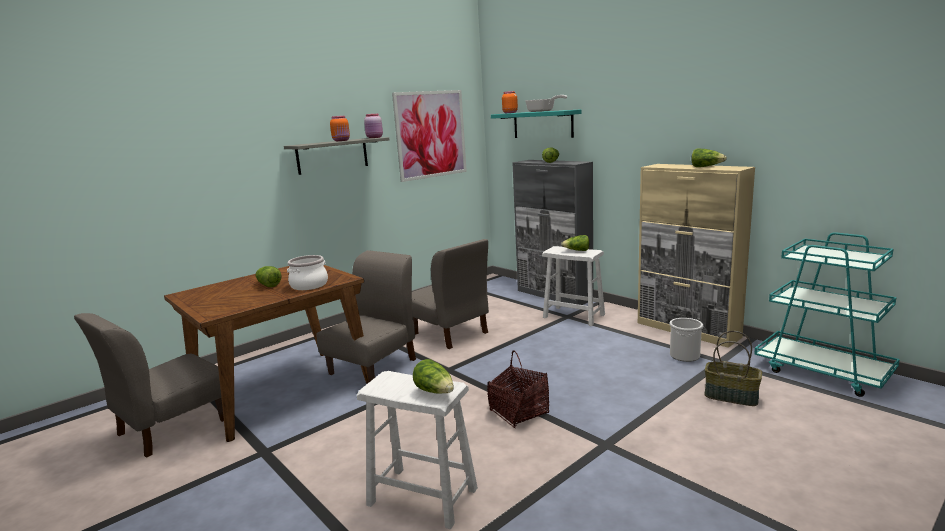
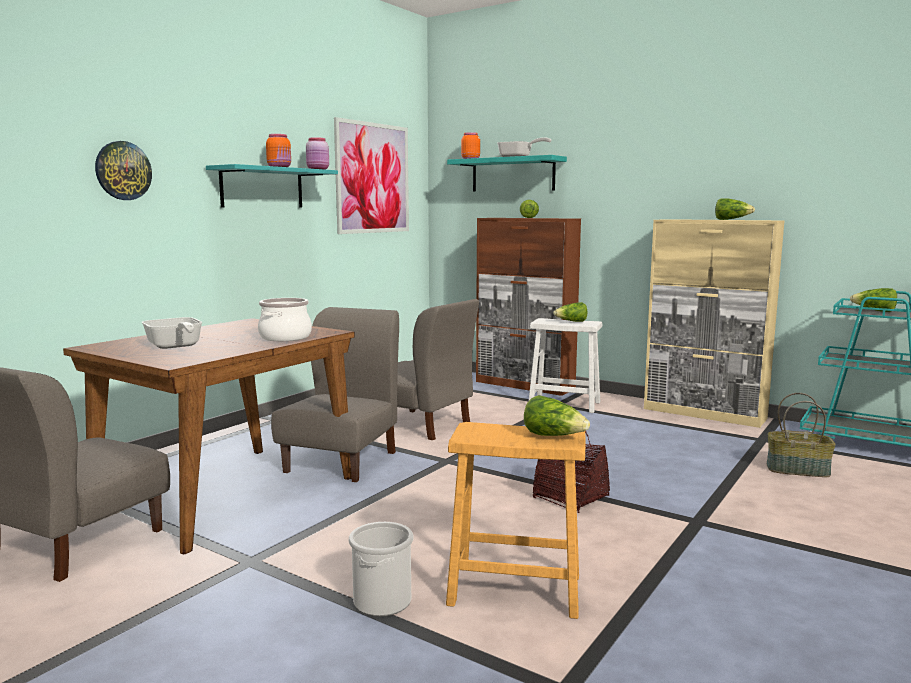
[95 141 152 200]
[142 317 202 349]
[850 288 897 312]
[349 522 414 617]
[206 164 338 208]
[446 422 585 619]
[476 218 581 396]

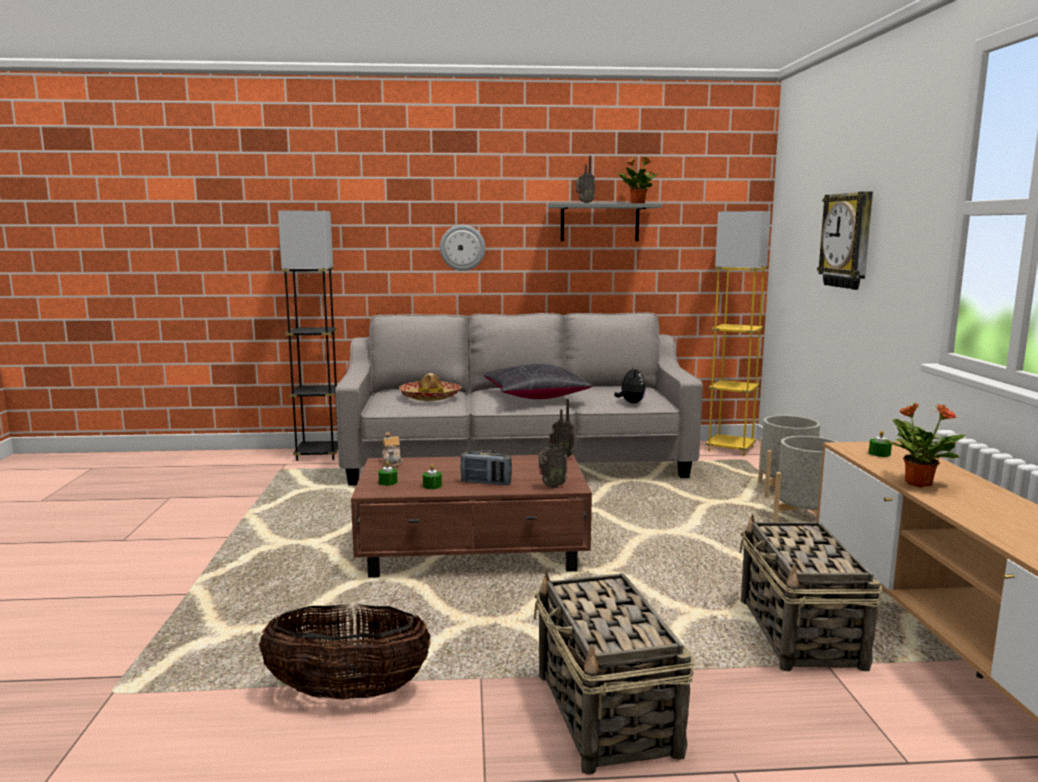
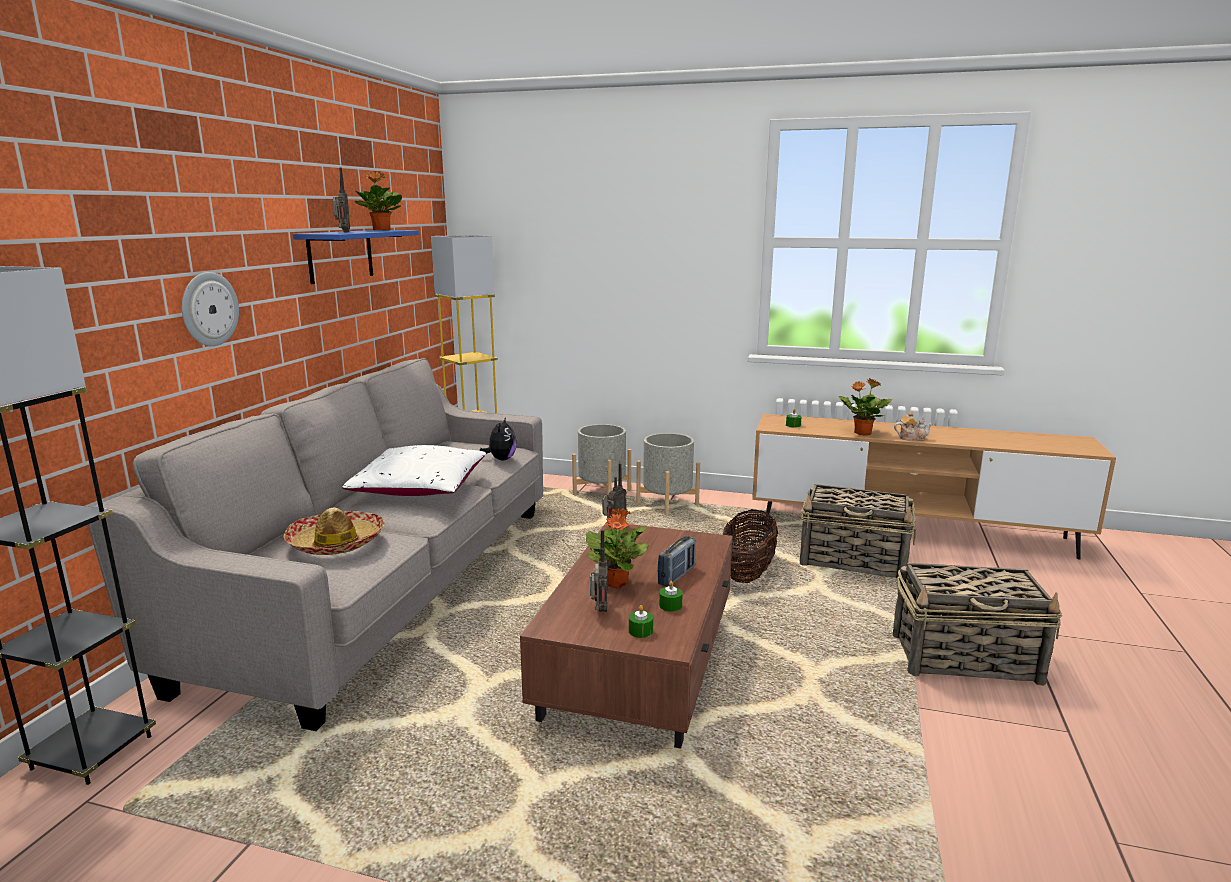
[817 191 873 290] (first image)
[586 508 649 588]
[723 509 778 583]
[894 412 932 441]
[590 530 608 612]
[342 445 486 496]
[293 230 419 284]
[480 417 517 460]

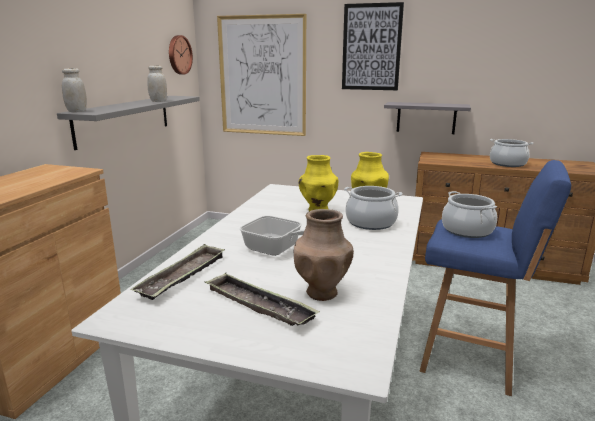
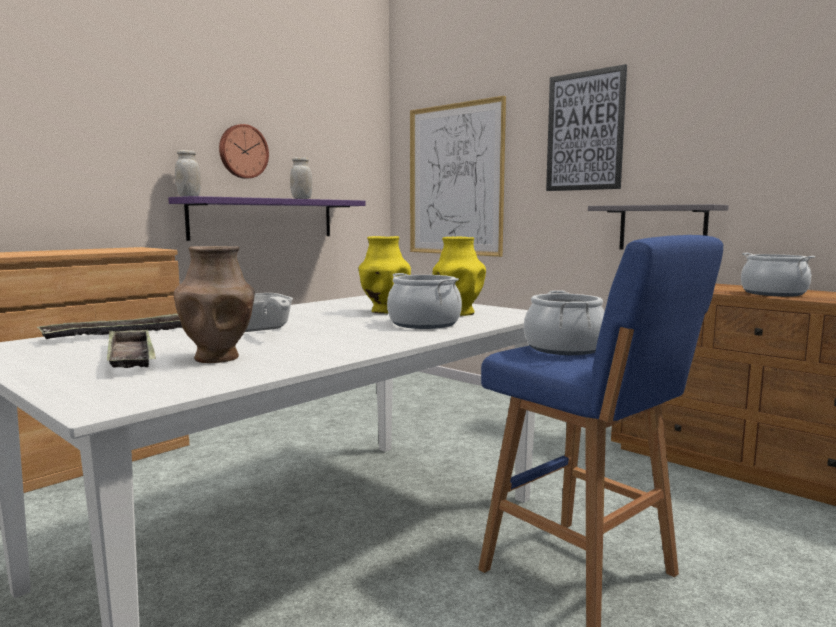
[219 124 269 179]
[168 196 366 241]

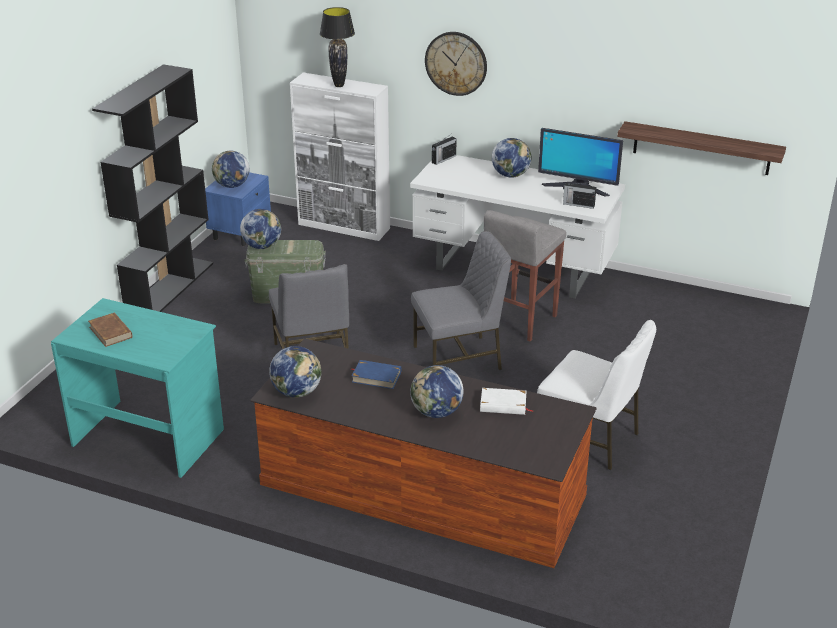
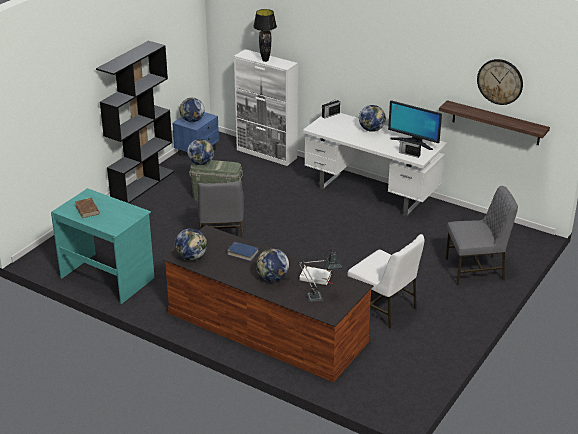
[484 210 566 341] (first image)
[298 251 342 302]
[445 186 518 285]
[477 59 523 105]

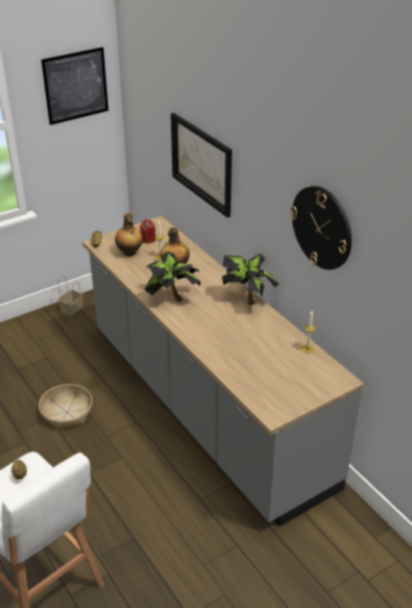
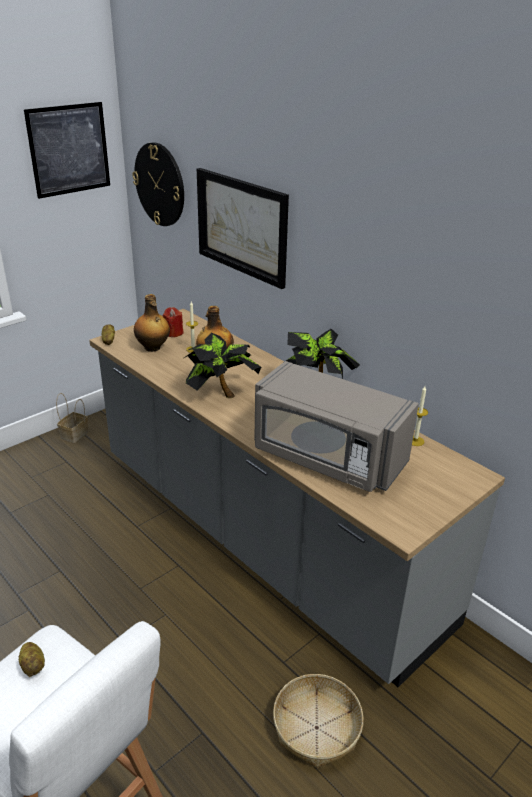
[254 361 419 492]
[273 674 364 769]
[132 142 184 226]

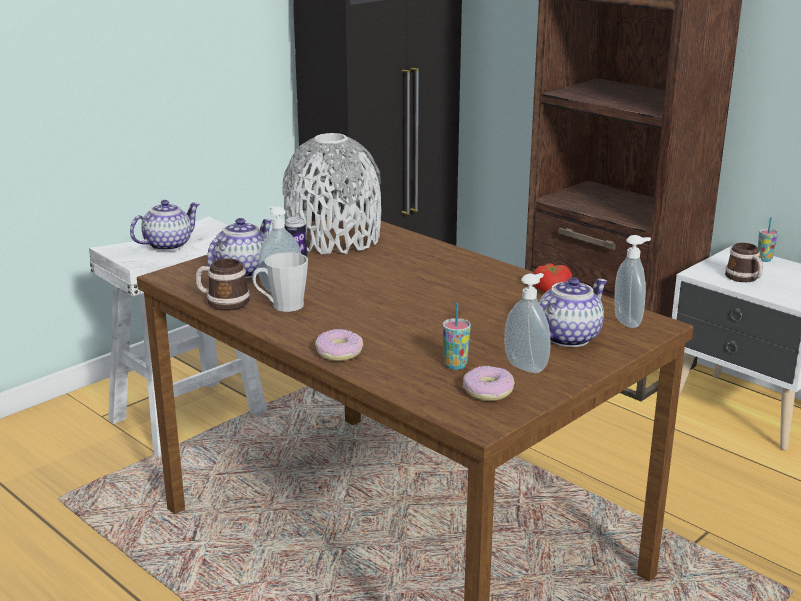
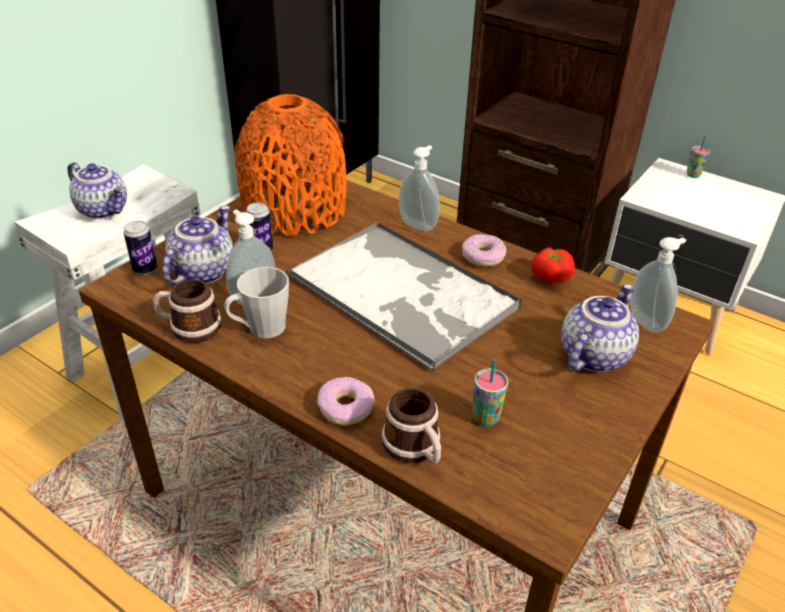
[124 221 157 275]
[288 221 522 372]
[462 234 506 267]
[399 145 440 231]
[382 388 441 463]
[235 94 347 236]
[67 162 127 219]

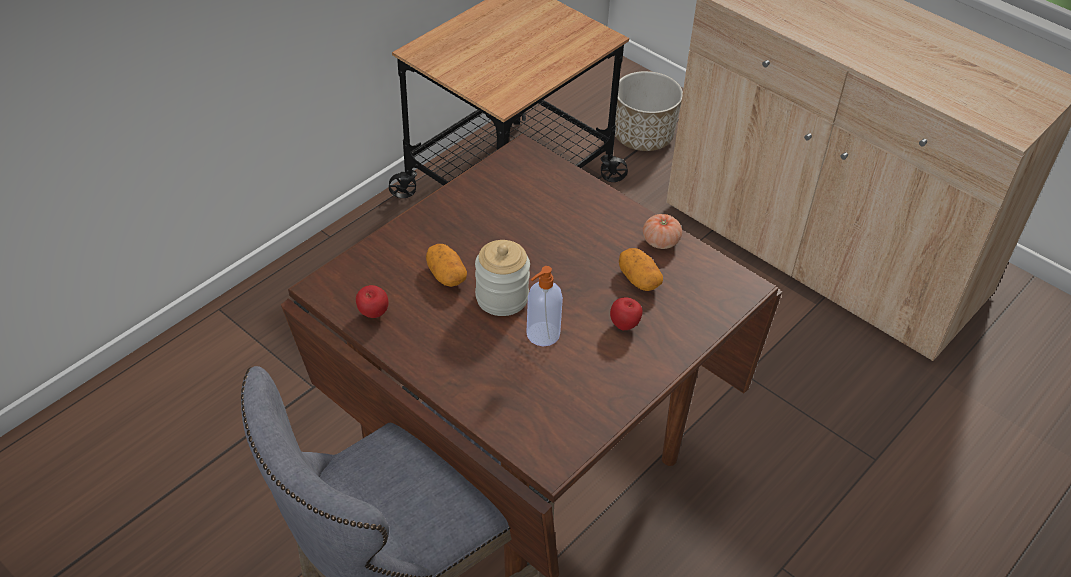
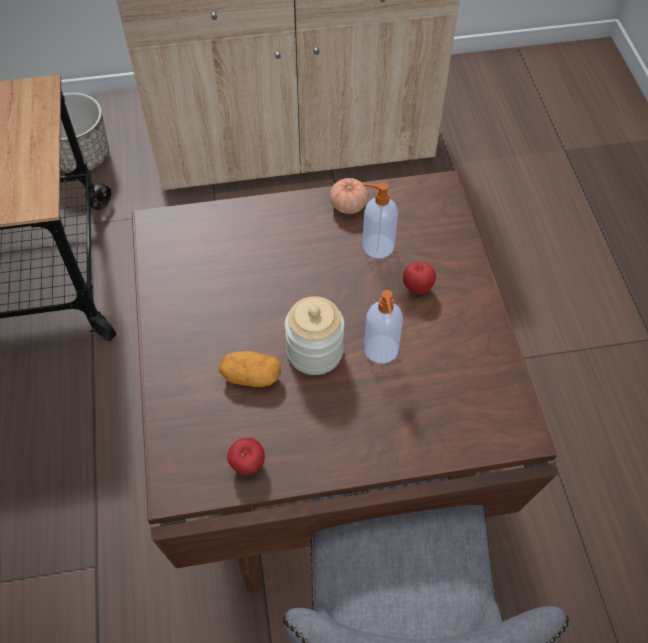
[363 183 398 258]

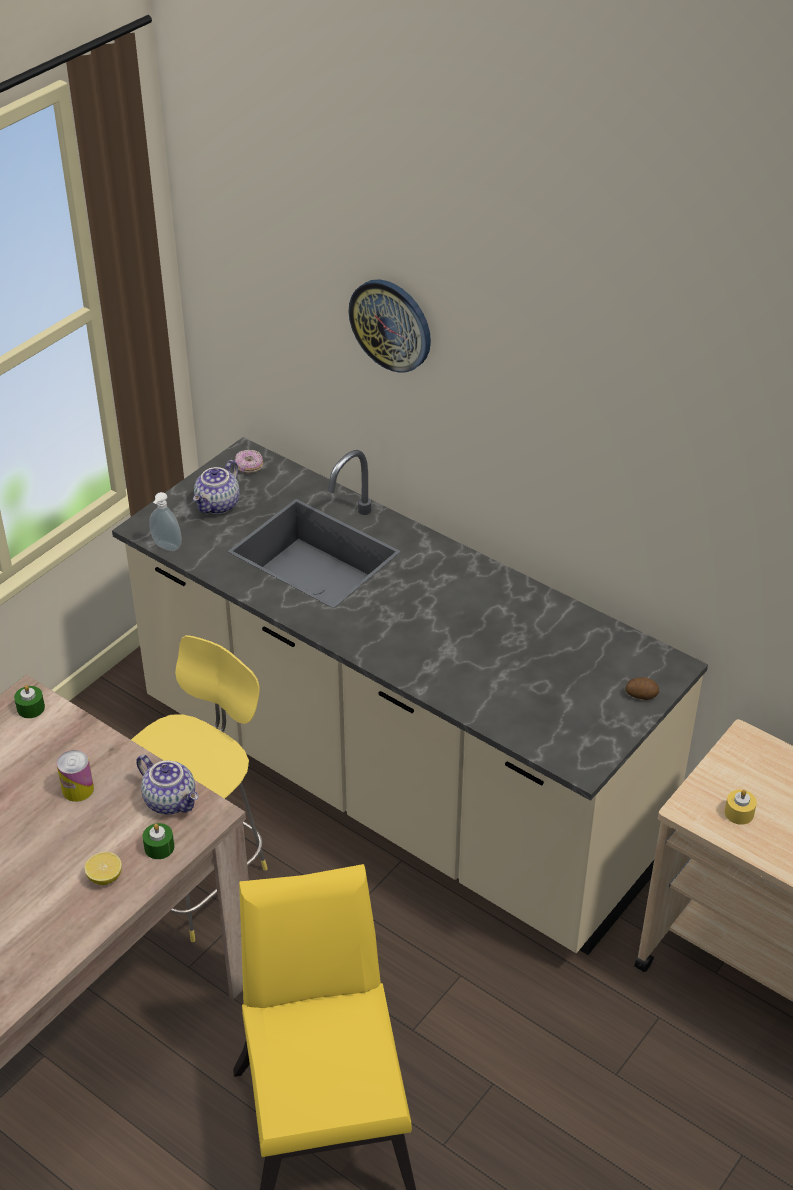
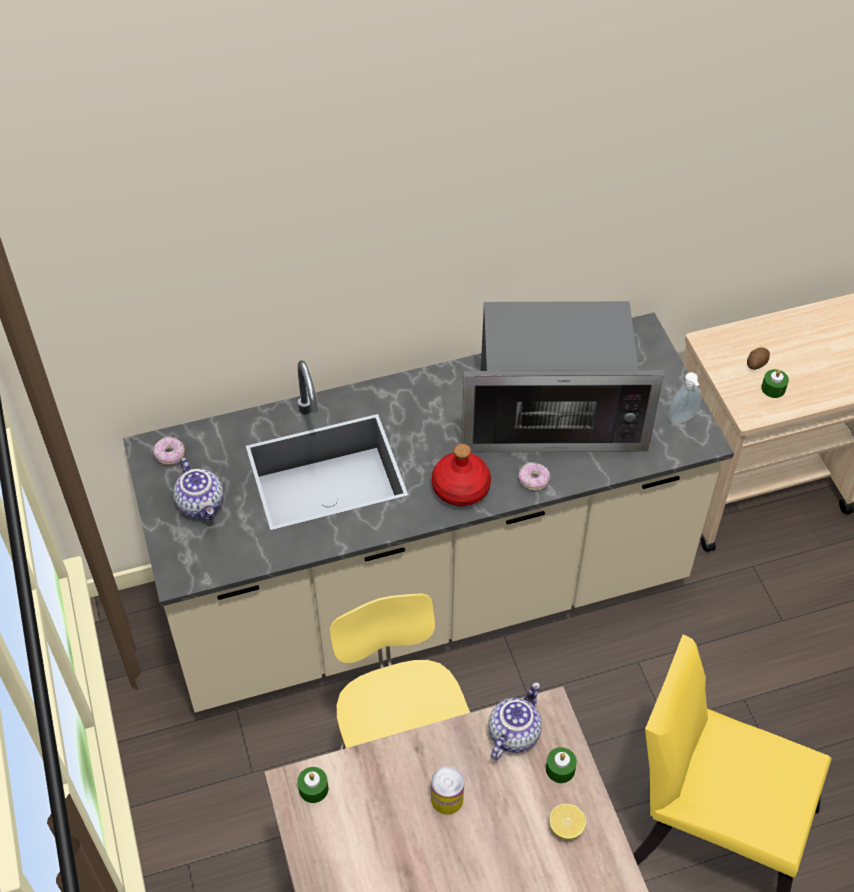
[349 279 431 373] (first image)
[432 444 491 506]
[461 301 664 452]
[519 462 550 491]
[668 372 702 424]
[747 348 770 370]
[761 369 789 398]
[488 682 542 760]

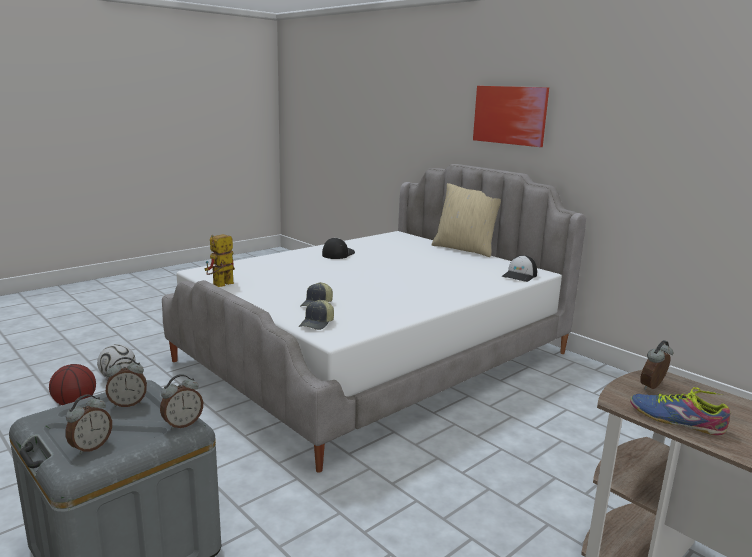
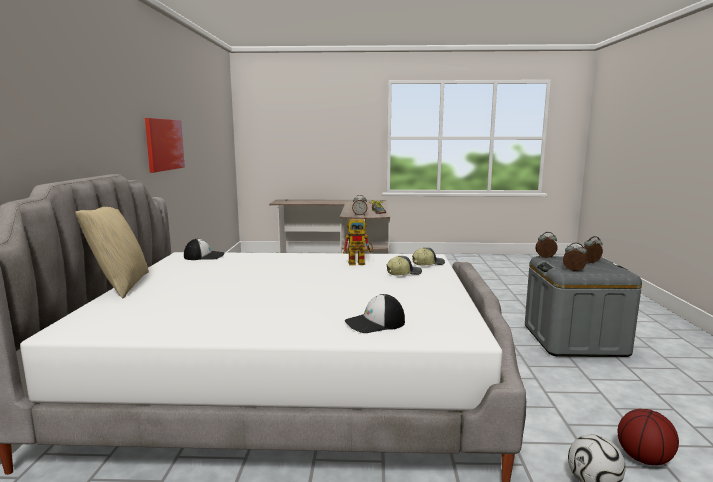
[343 217 373 265]
[345 294 405 333]
[145 118 185 173]

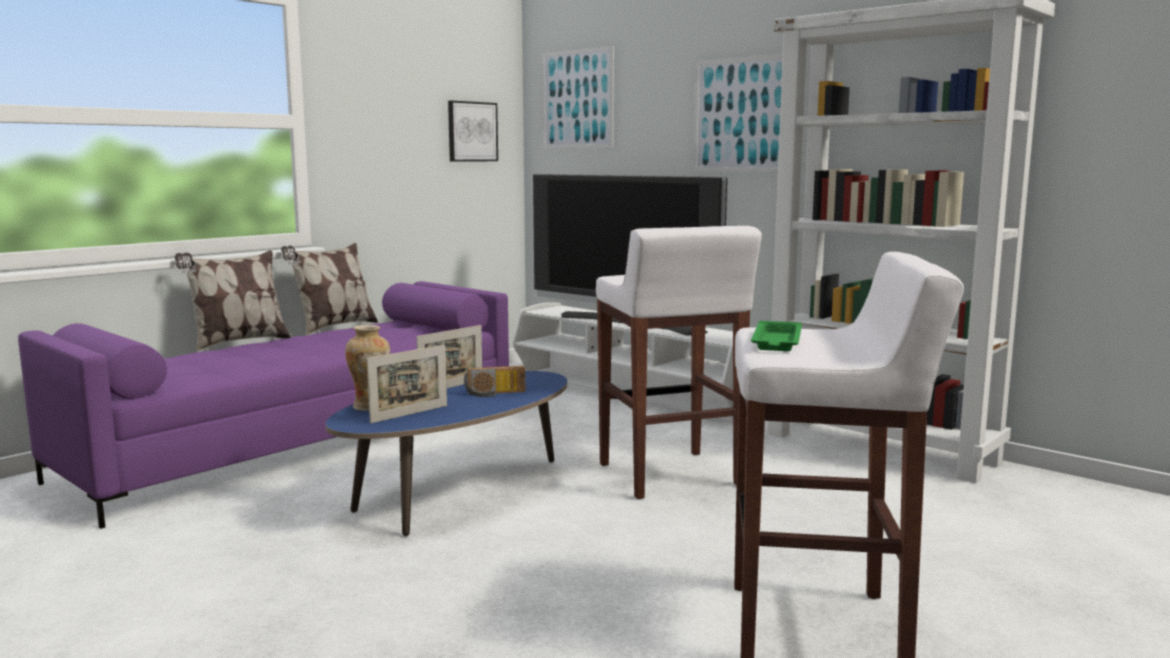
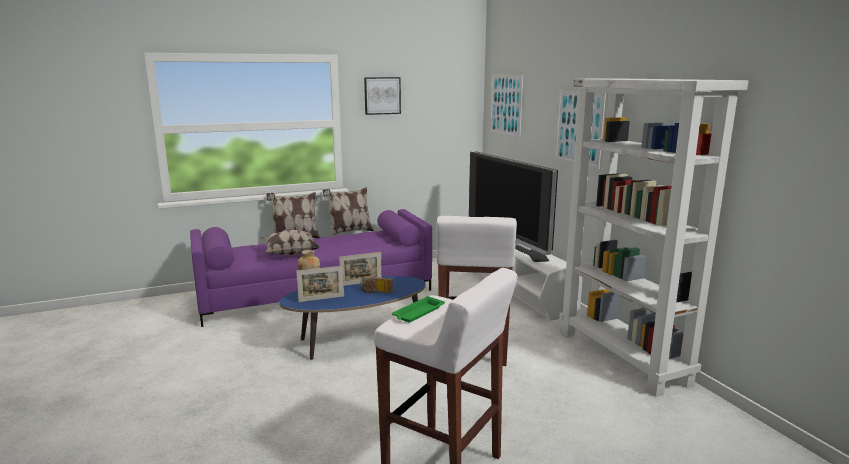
[261 229 320 256]
[364 77 401 115]

